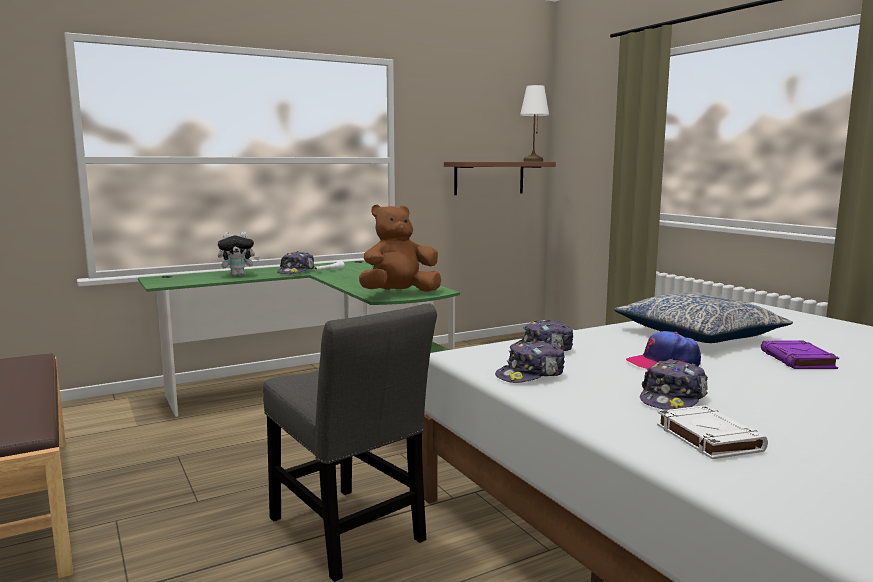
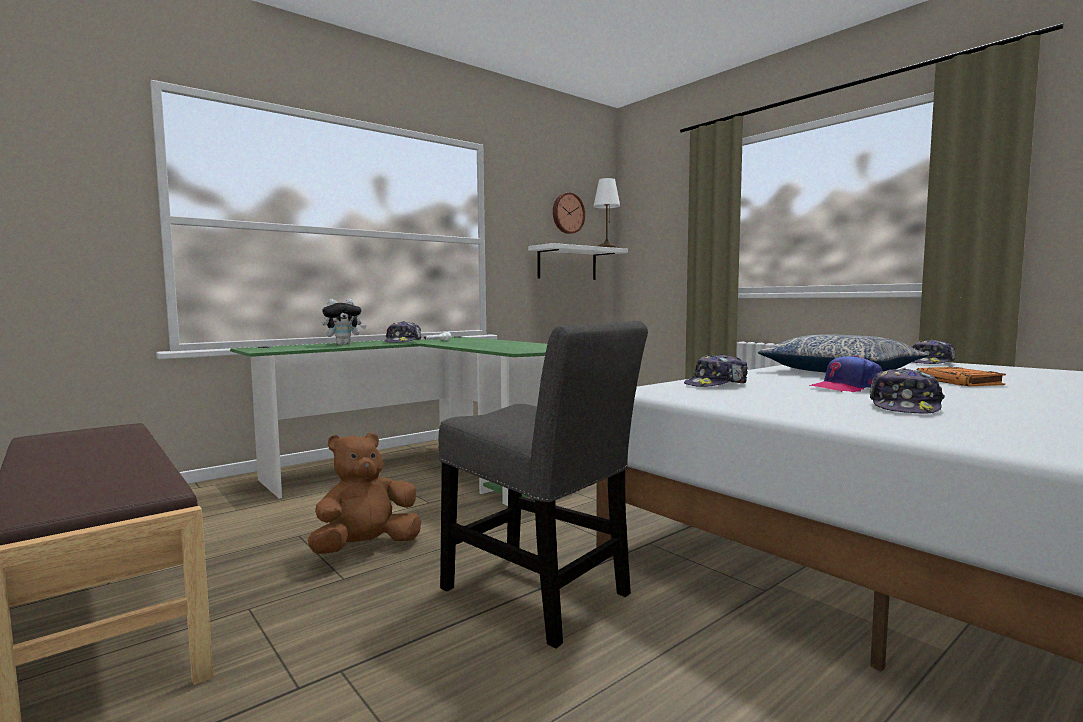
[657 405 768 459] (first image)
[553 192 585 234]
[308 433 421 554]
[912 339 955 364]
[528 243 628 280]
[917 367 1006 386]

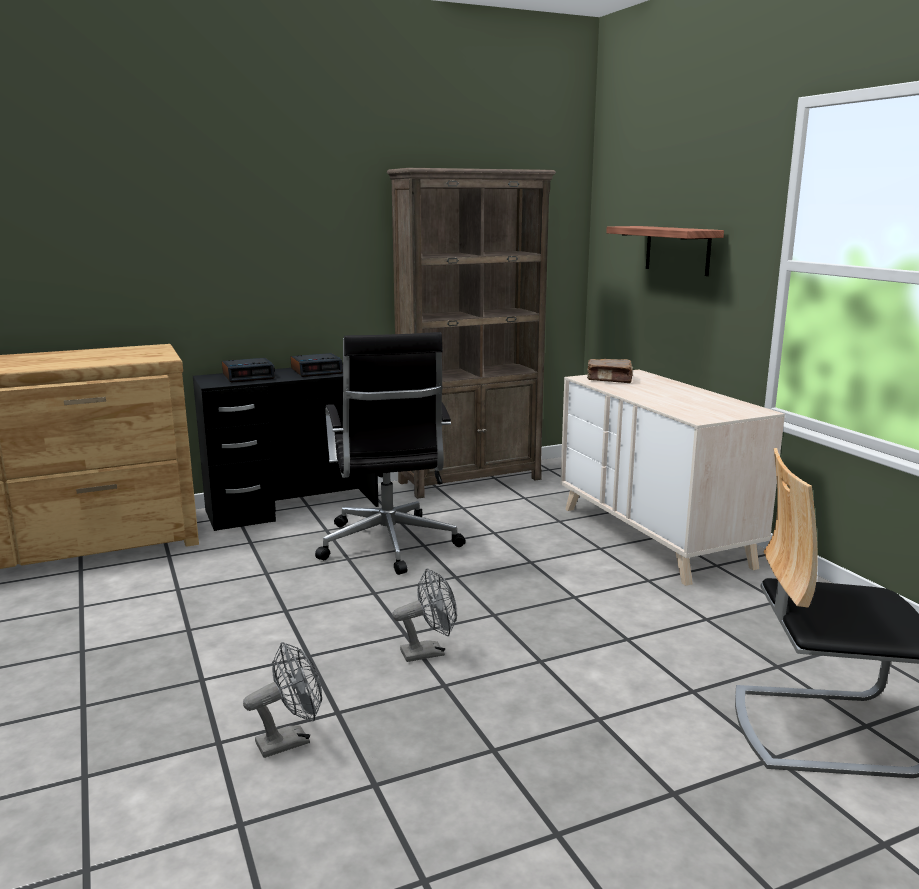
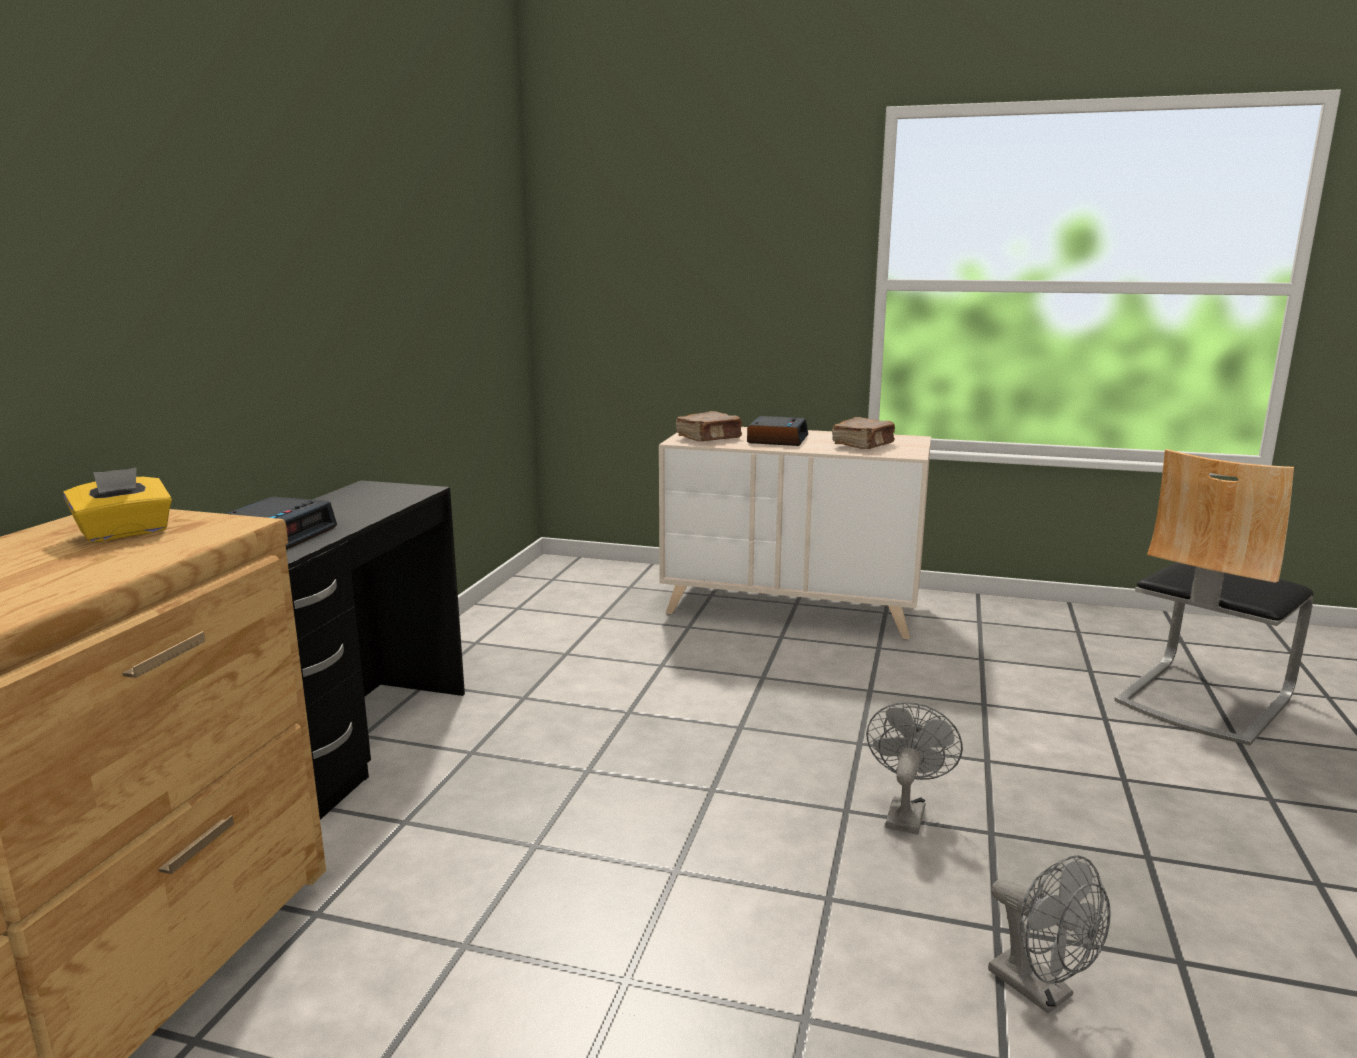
[315 332 466 575] (first image)
[387 168 556 499] (first image)
[606 226 724 276] (first image)
[63 468 172 542]
[832 417 895 449]
[747 416 808 446]
[988 856 1111 1013]

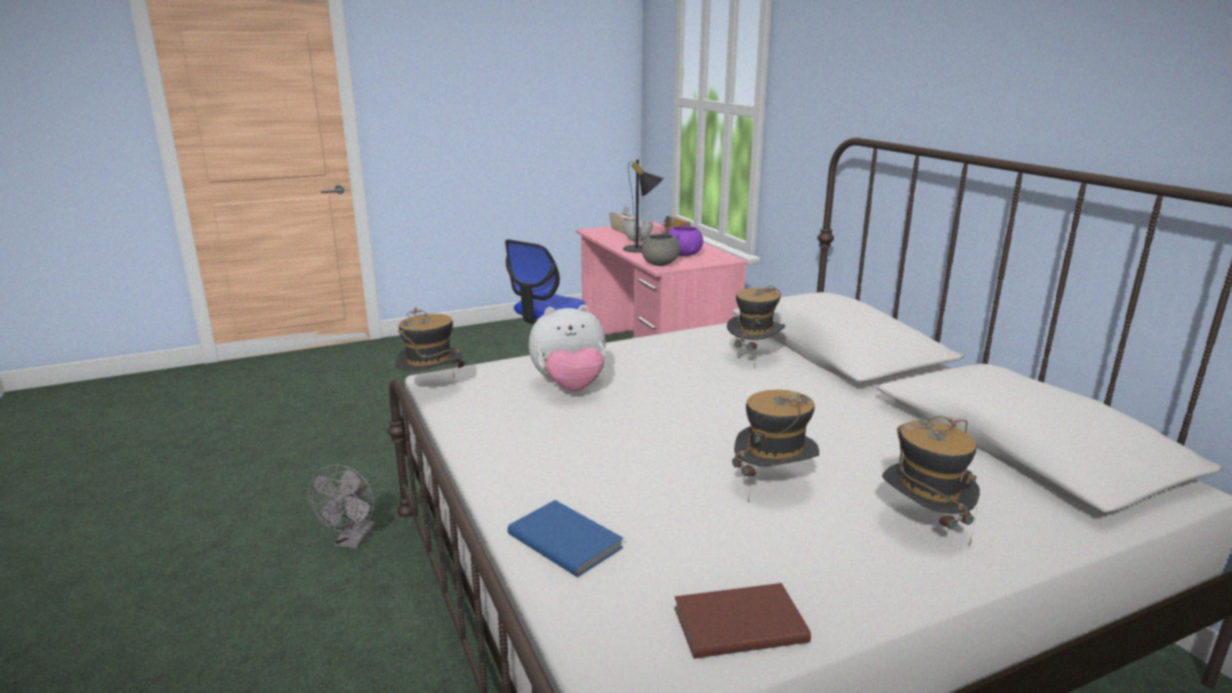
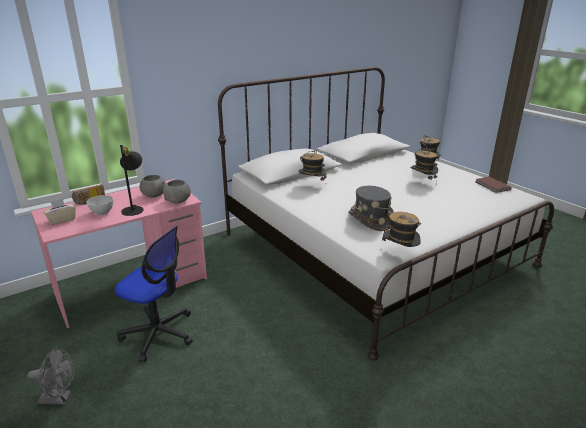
[508 500 624 577] (first image)
[27 348 74 405]
[348 186 394 231]
[139 175 166 198]

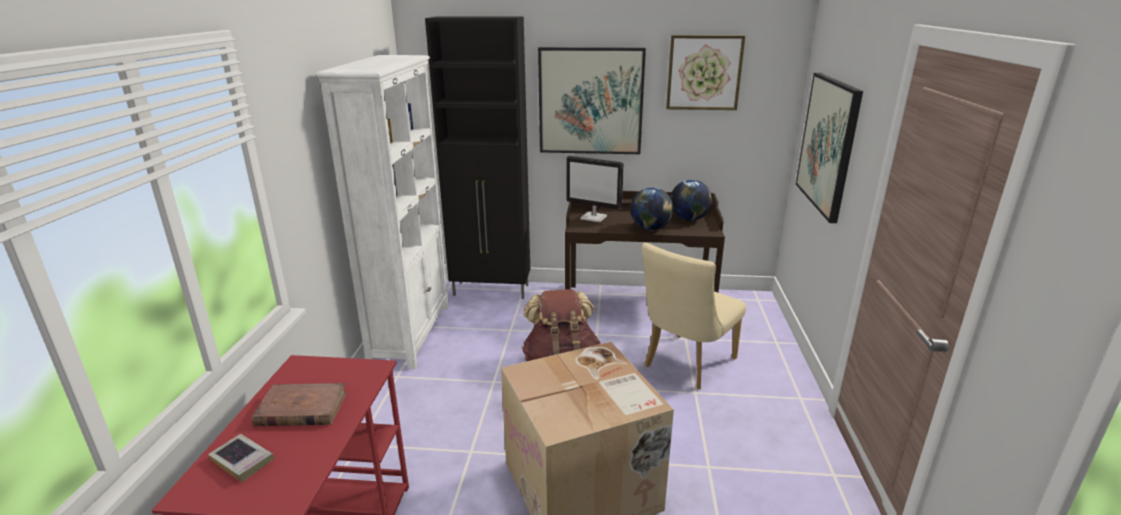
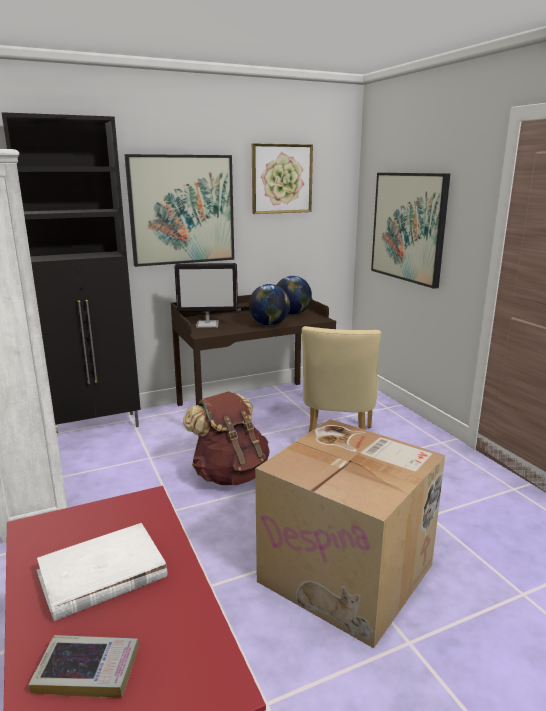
[37 523 167 621]

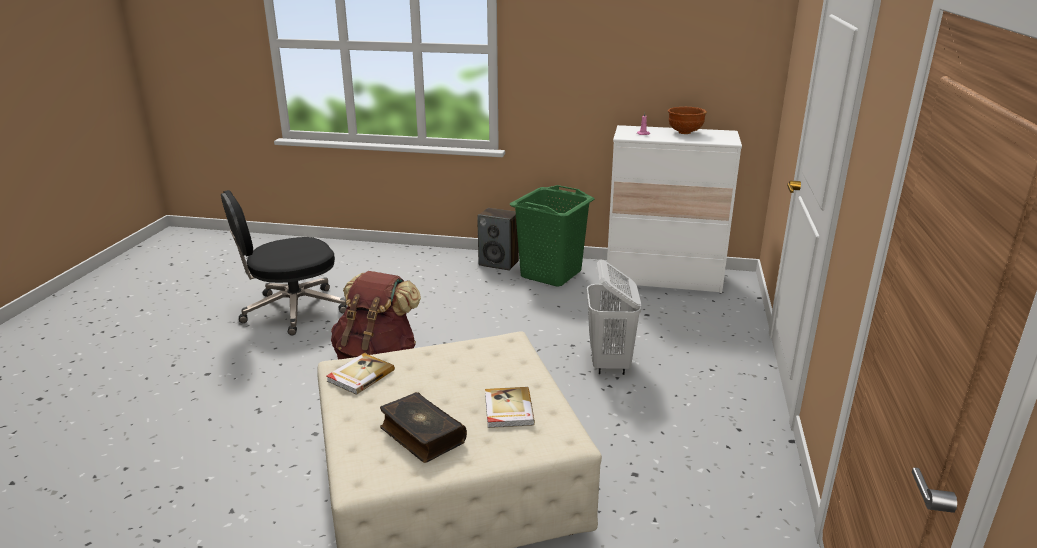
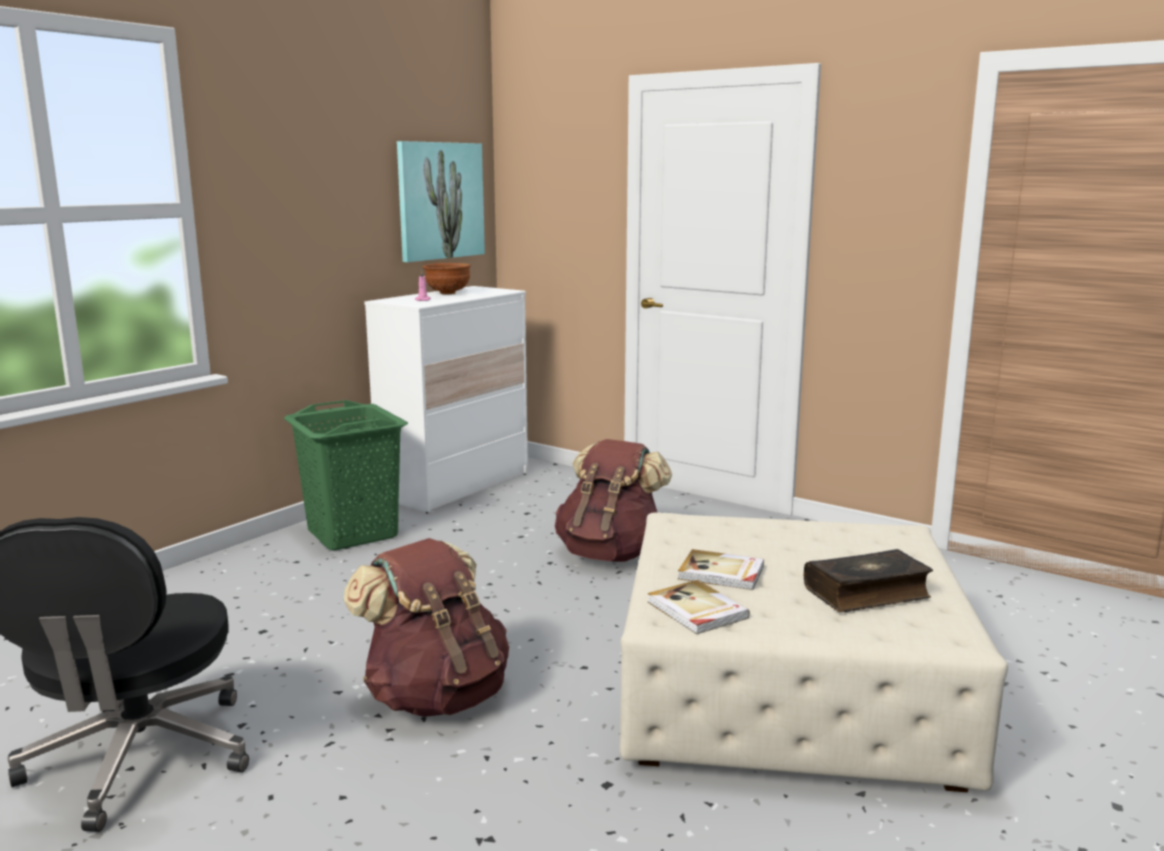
[477 208 519 271] (first image)
[397 141 485 262]
[678 549 764 590]
[555 439 672 562]

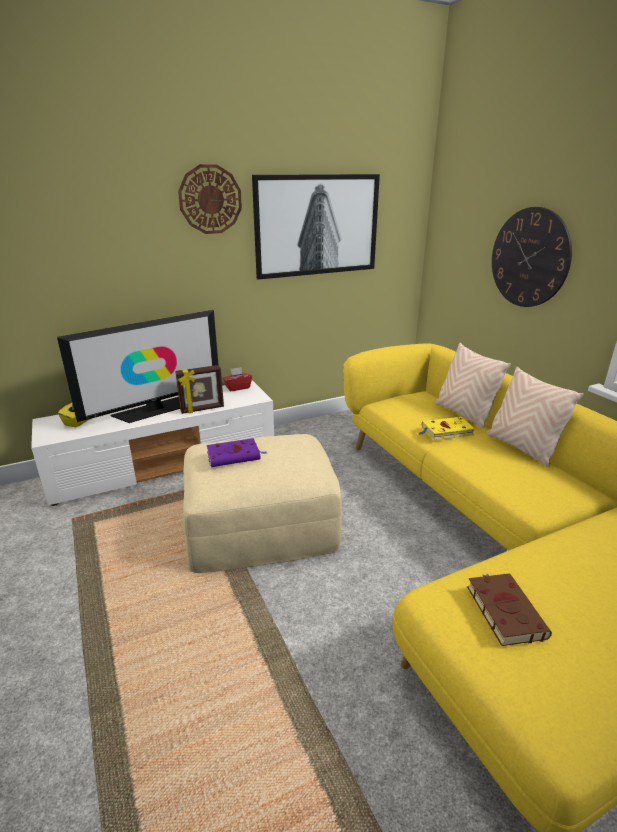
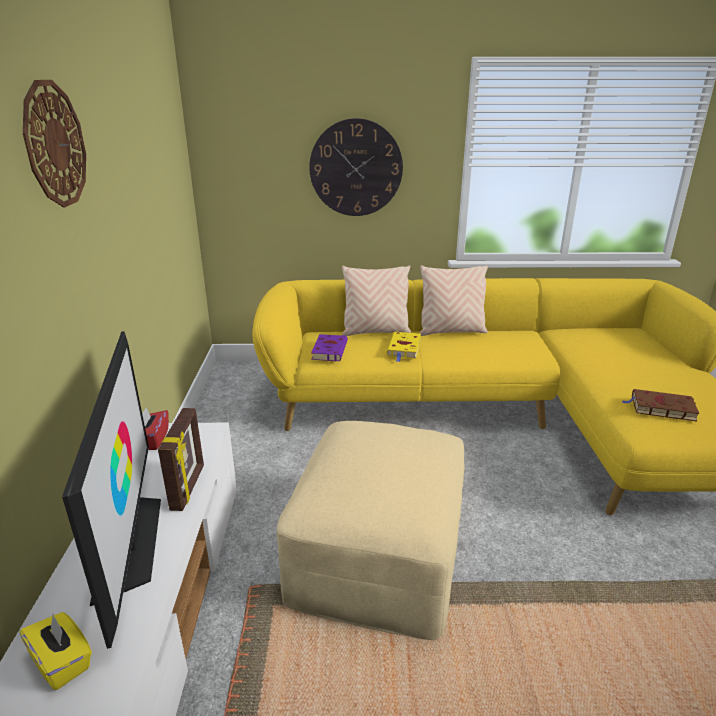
[252 174 380 279] (first image)
[311 334 348 362]

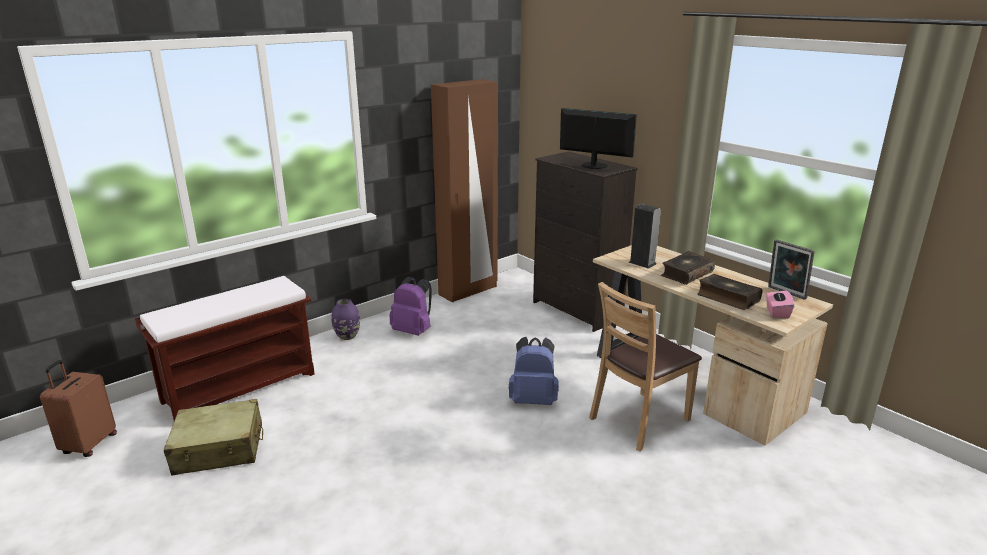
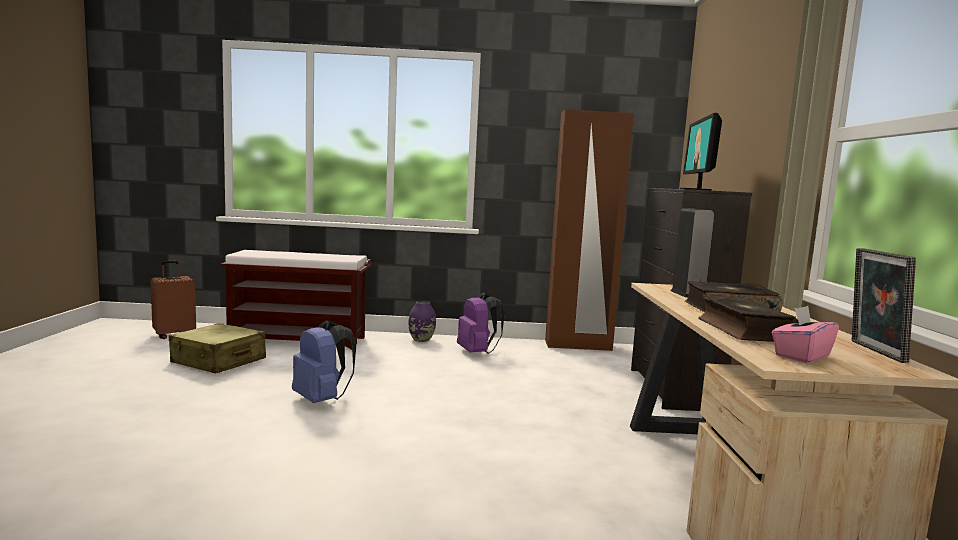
[589 282 702 452] (first image)
[292 320 356 403]
[680 113 722 191]

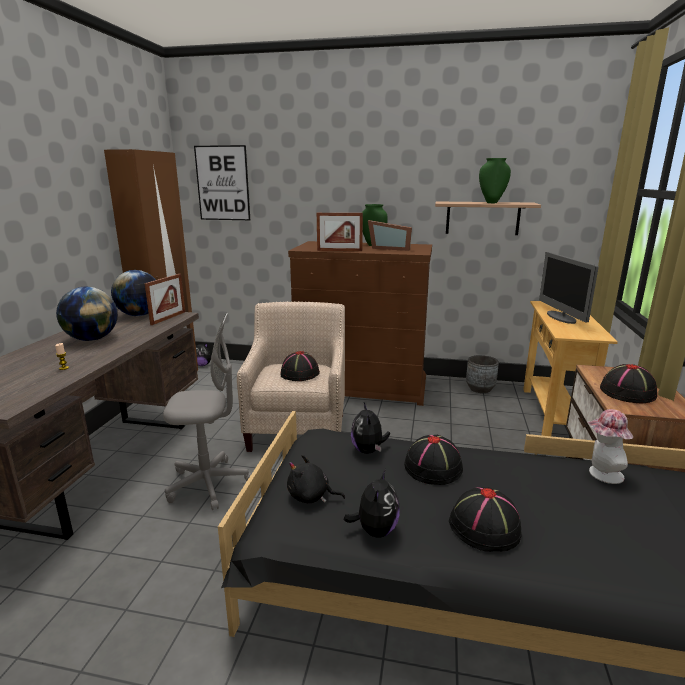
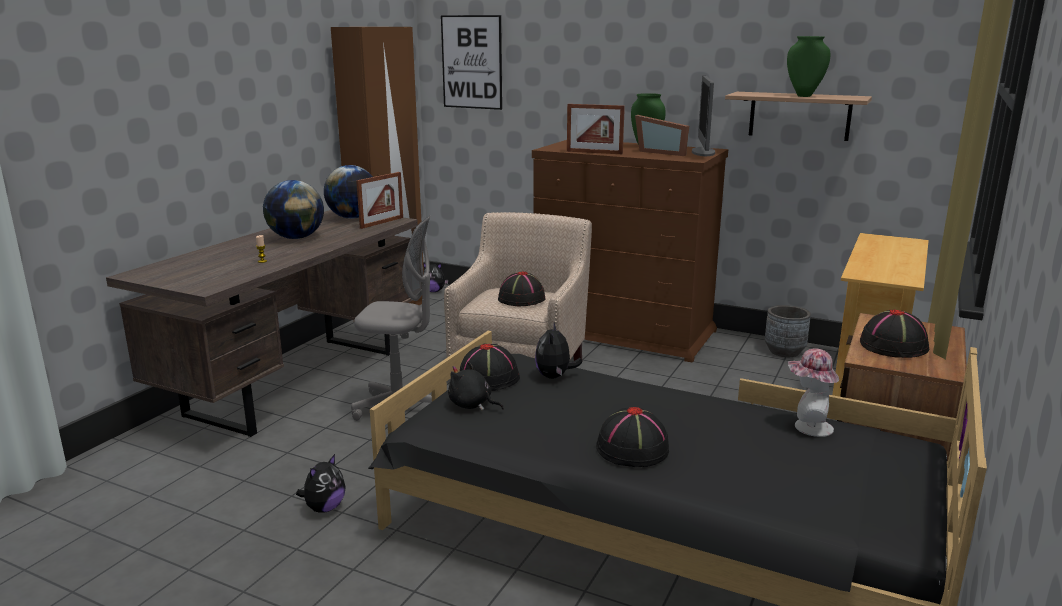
[296 454 346 513]
[460 344 520 391]
[692 75 715 156]

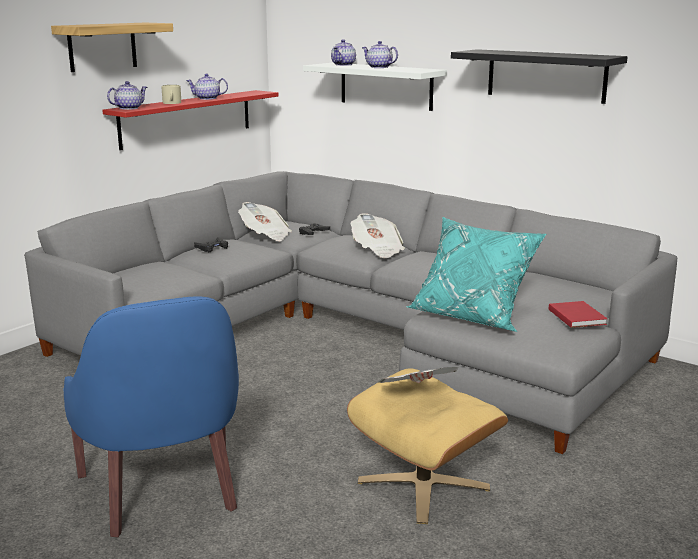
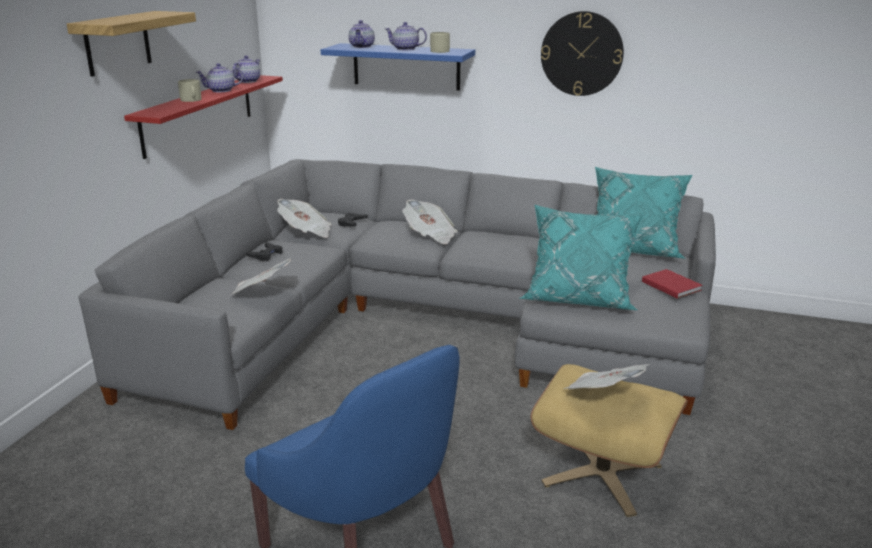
[231 258 291 295]
[430 32 450 53]
[595 167 692 259]
[232 56 260 83]
[541 11 624 96]
[321 43 475 91]

